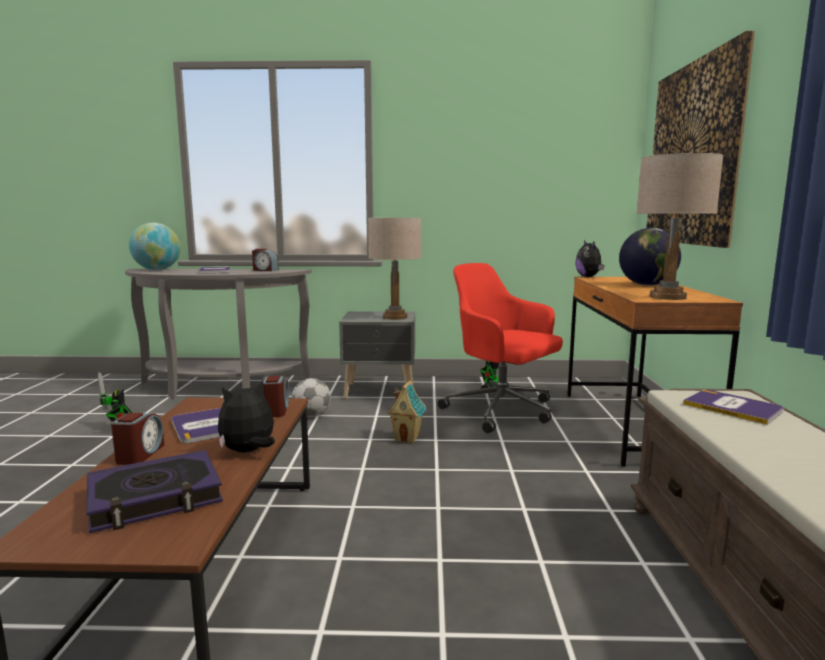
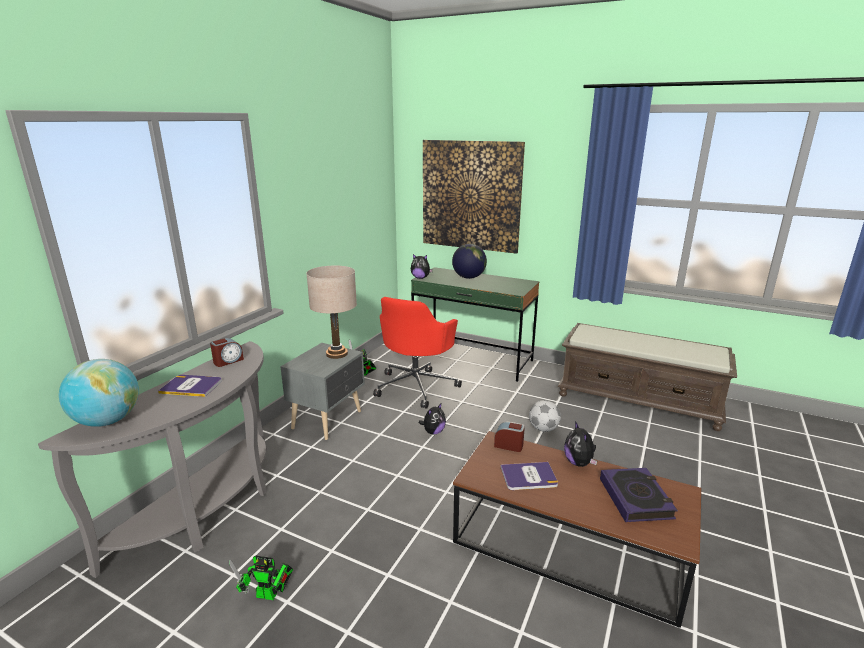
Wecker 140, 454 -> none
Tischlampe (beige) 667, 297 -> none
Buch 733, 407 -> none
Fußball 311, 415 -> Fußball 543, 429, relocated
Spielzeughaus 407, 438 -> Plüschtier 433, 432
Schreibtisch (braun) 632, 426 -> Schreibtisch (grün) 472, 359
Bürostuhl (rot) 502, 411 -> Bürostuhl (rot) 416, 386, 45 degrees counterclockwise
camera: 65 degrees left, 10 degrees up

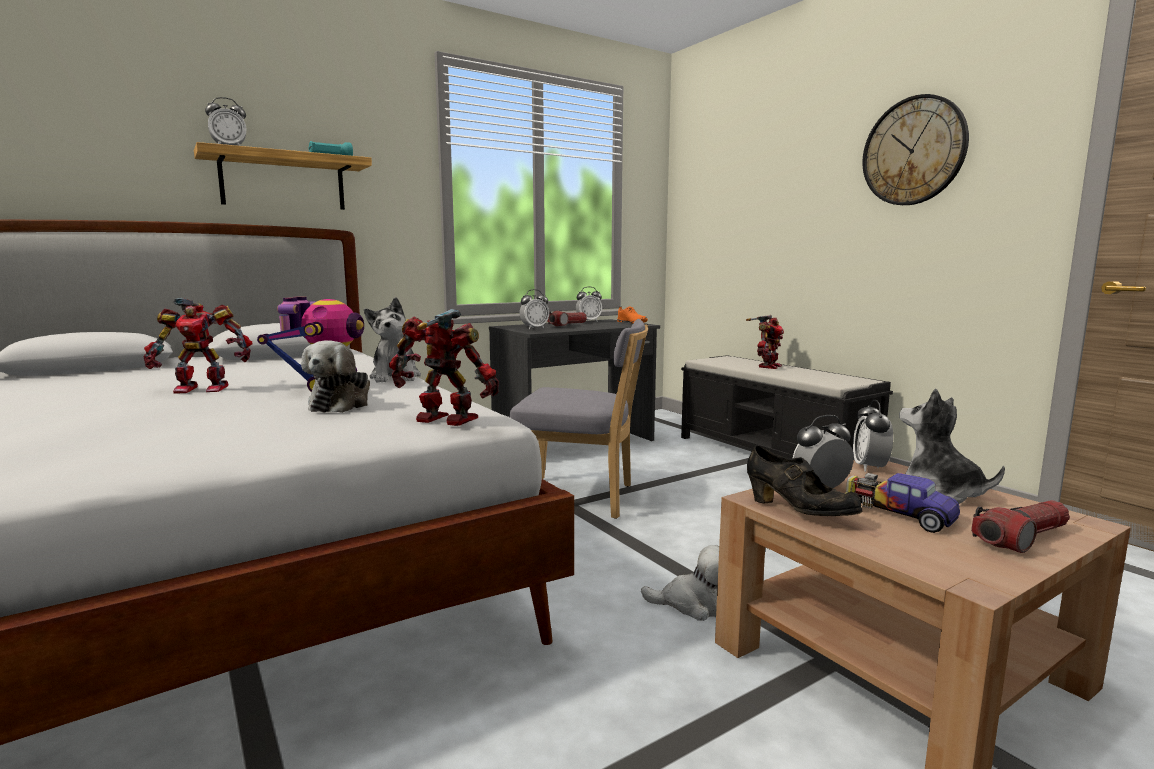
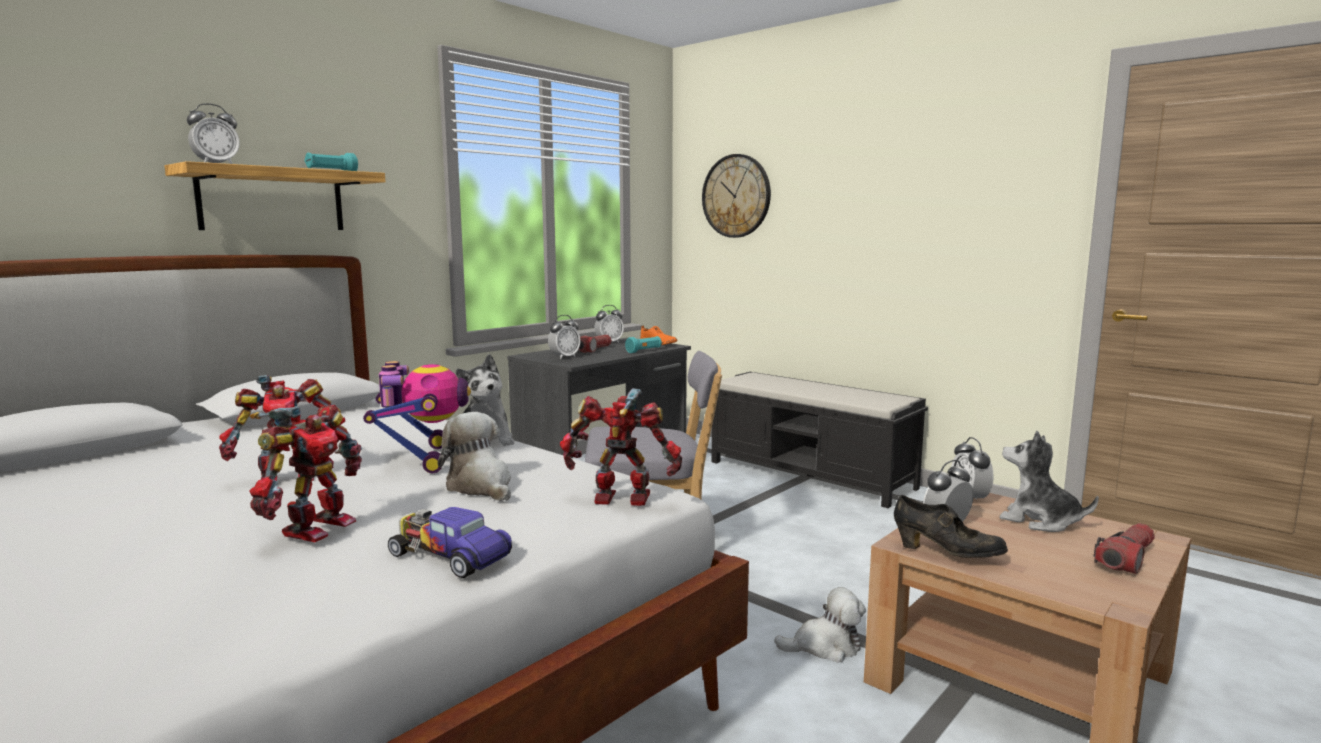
none -> Taschenlampe (türkis) 644, 351
Spielzeugroboter 767, 366 -> Spielzeugroboter 315, 527, relocated
Spielzeugauto 897, 514 -> Spielzeugauto 449, 556, relocated
Wanduhr 913, 151 -> Wanduhr 736, 196, relocated
Plüschtier 341, 404 -> Plüschtier 481, 486, 150 degrees clockwise
camera: 15 degrees left, 0 degrees up

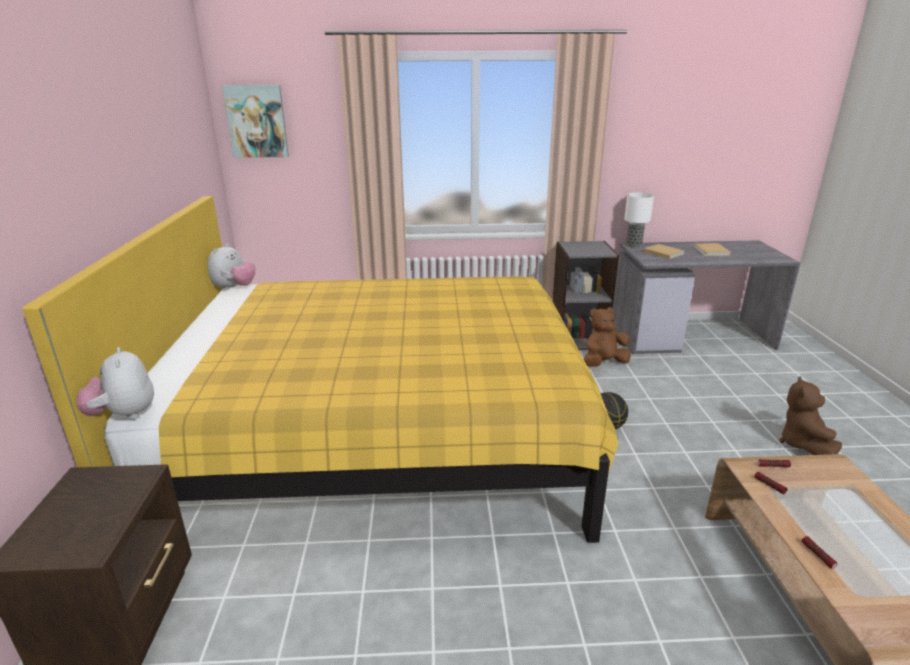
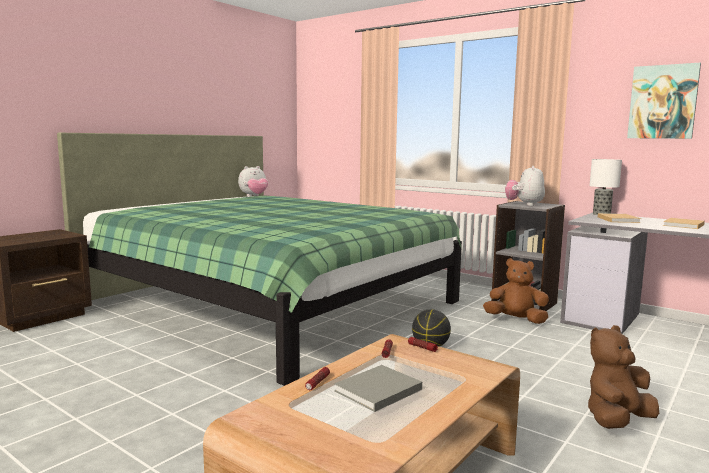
none -> Buch (grau) 376, 391
Plüschtier 123, 415 -> Plüschtier 524, 205, relocated
Bild 257, 121 -> Bild 663, 102, relocated
Bett (gelb) 377, 433 -> Bett (grün) 269, 302
camera: 40 degrees right, 15 degrees down

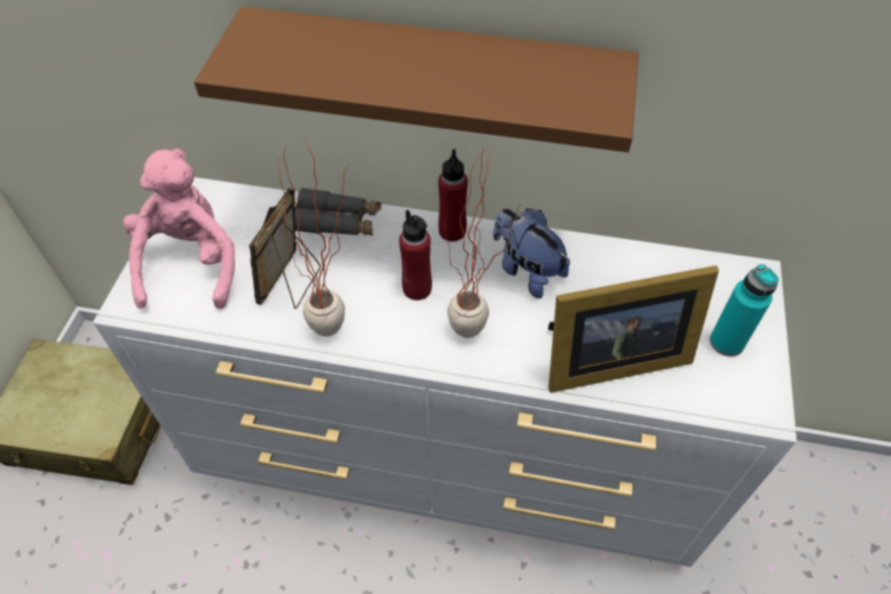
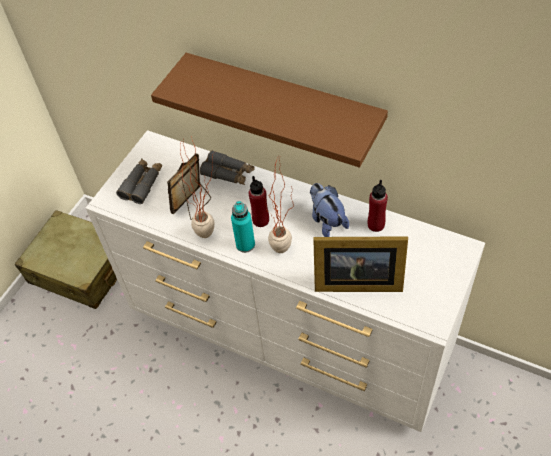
Flasche (rot) 452, 231 -> Flasche (rot) 376, 225, relocated
Flasche (türkis) 726, 342 -> Flasche (türkis) 245, 245, relocated
Plüschtier (rosa) 191, 264 -> Fernglas (grau) 142, 184
camera: 20 degrees right, 0 degrees up

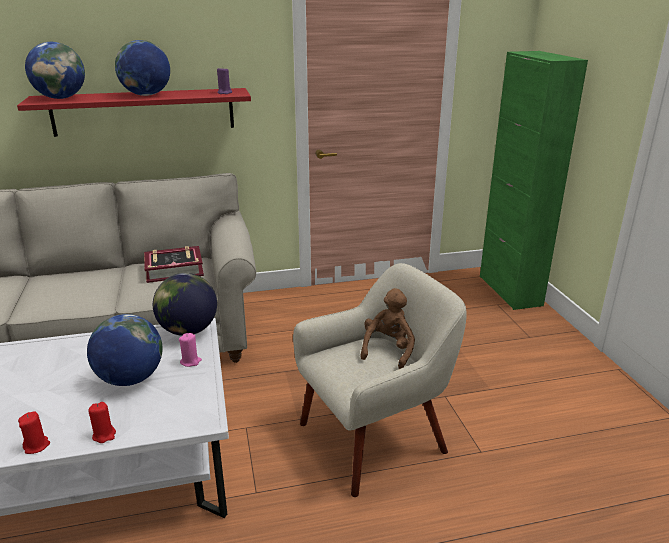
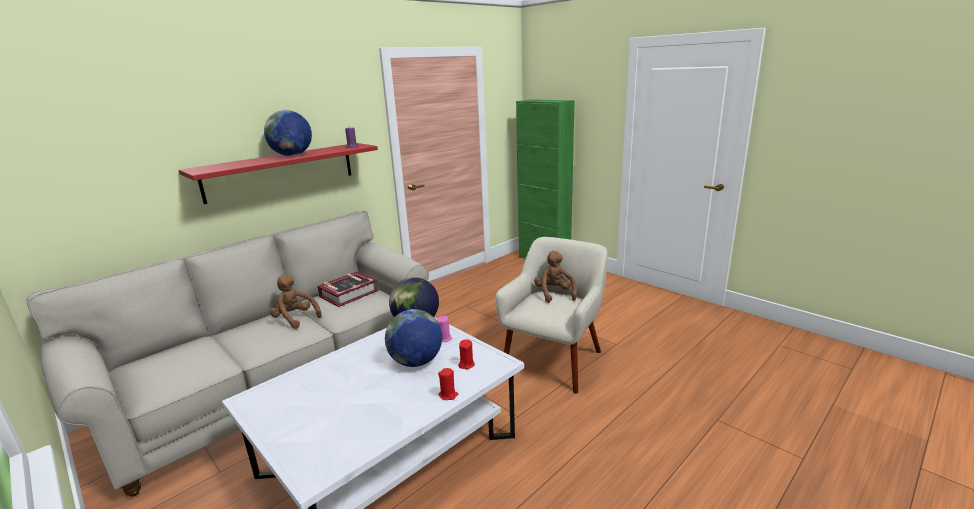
Globus 61, 98 -> none
none -> Plüschtier (braun) 295, 319
Kerze (rot) 37, 446 -> Kerze (rot) 466, 364, relocated
camera: 30 degrees left, 5 degrees down

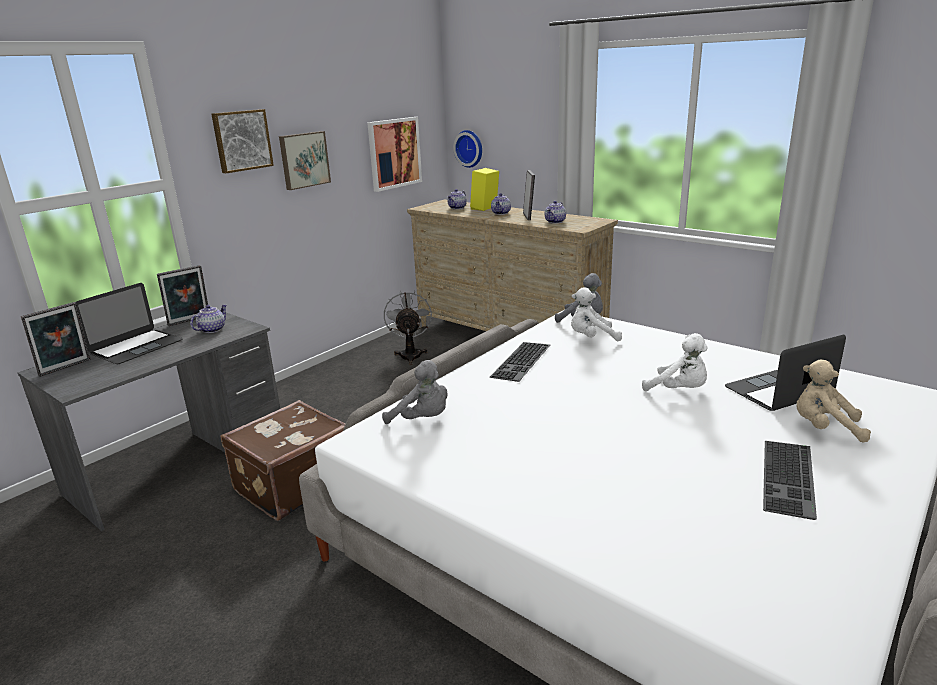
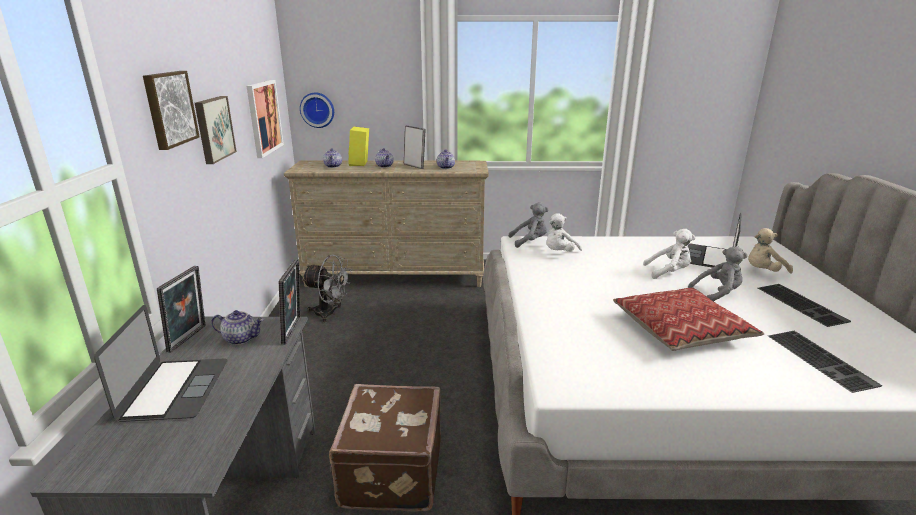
none -> Kissen 681, 329
Bilderrahmen 66, 368 -> Bilderrahmen 294, 331, relocated
Plüschtier (grau) 422, 419 -> Plüschtier (grau) 717, 294, relocated
Tastatur 522, 361 -> Tastatur 822, 360, relocated
Teekanne 212, 329 -> Teekanne 241, 338, 105 degrees clockwise
Ventilator (grau) 410, 354 -> Ventilator (grau) 330, 313, 150 degrees clockwise
camera: 40 degrees left, 0 degrees up

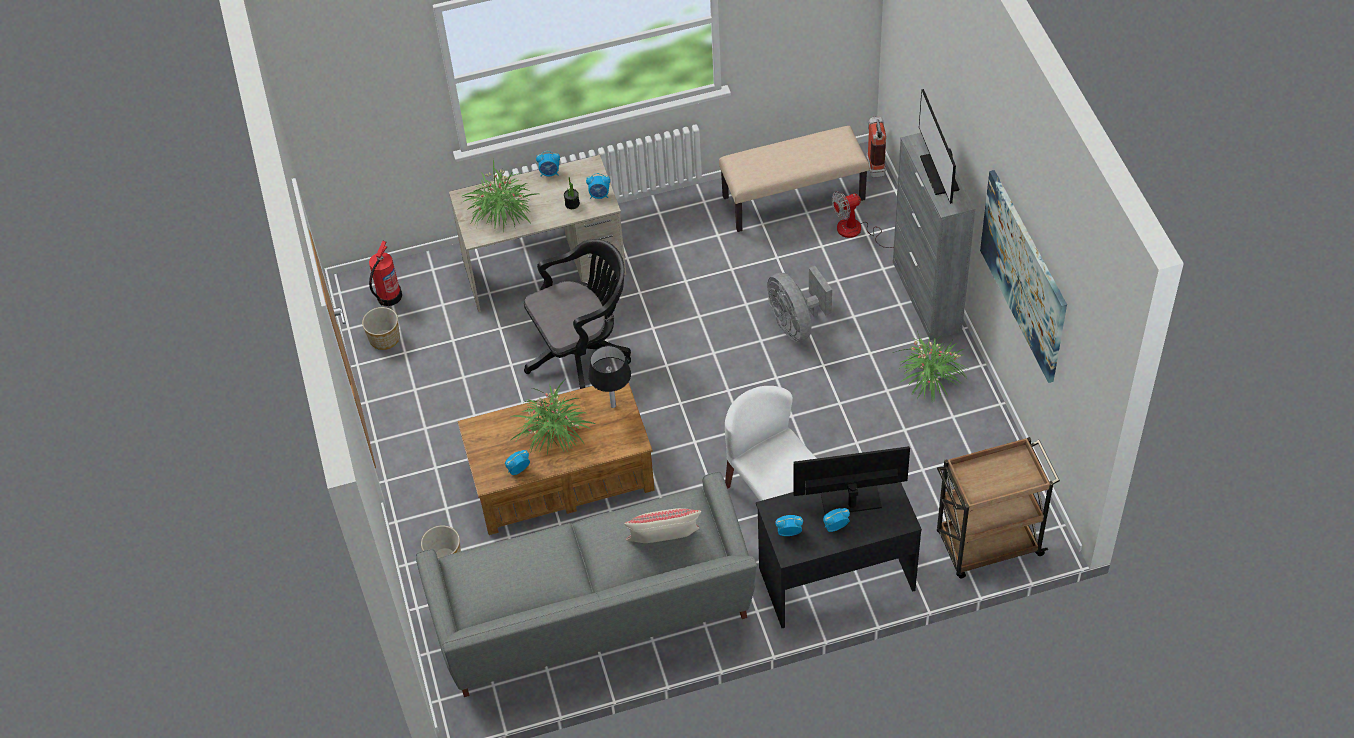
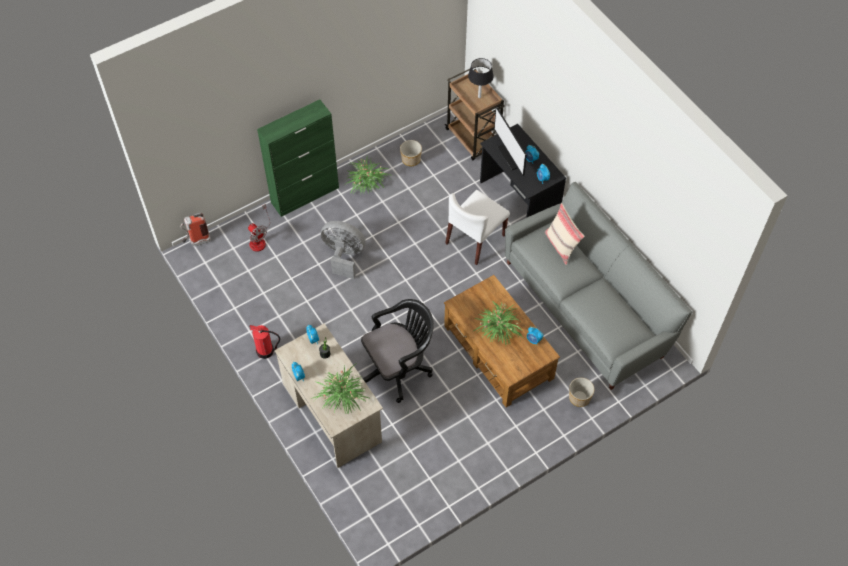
Bank (beige) 793, 197 -> none
Monitor 939, 173 -> none
Bild 1024, 275 -> none
Pflanzkübel 385, 339 -> Pflanzkübel 411, 159, relocated
Feuerlöscher 388, 297 -> Feuerlöscher 265, 351, relocated
Tischlampe (schwarz) 613, 405 -> Tischlampe (schwarz) 479, 97, relocated
Schrank (grau) 926, 297 -> Schrank (grün) 305, 195
Bürostuhl (schwarz) 582, 352 -> Bürostuhl (schwarz) 398, 368, 105 degrees clockwise
Ventilator (grau) 796, 324 -> Ventilator (grau) 344, 256, 120 degrees counterclockwise
camera: 110 degrees left, 5 degrees up

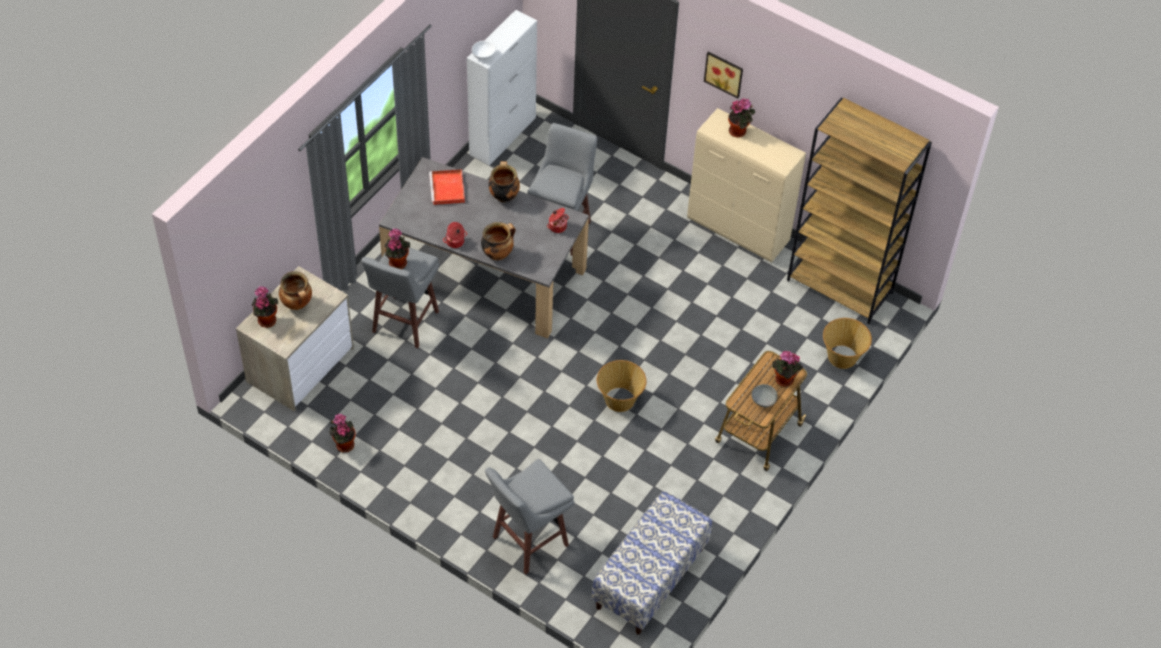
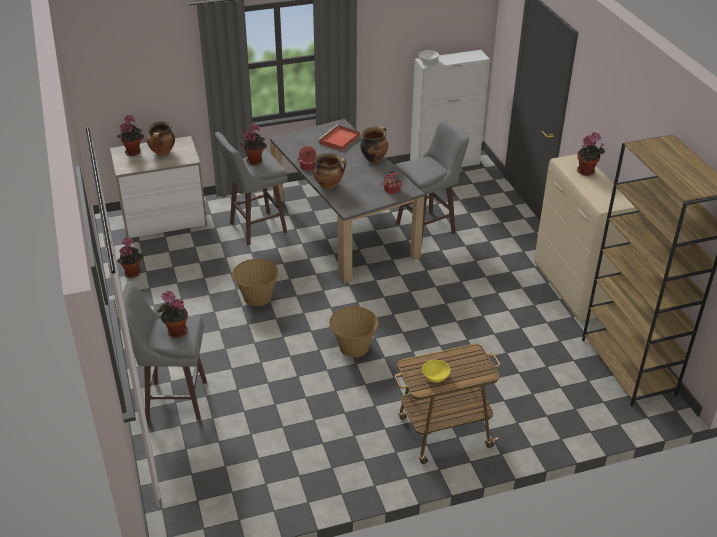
Bank 650, 578 -> none
Bild 724, 73 -> none
Topfpflanze 783, 380 -> Topfpflanze 175, 332, relocated
Korb 842, 357 -> Korb 257, 297, relocated
Schüssel (grau) 763, 400 -> Schüssel (gelb) 435, 376
camera: 40 degrees right, 15 degrees down

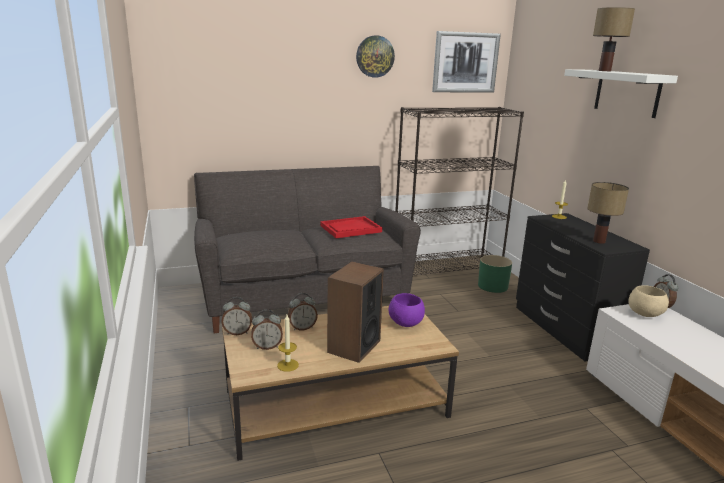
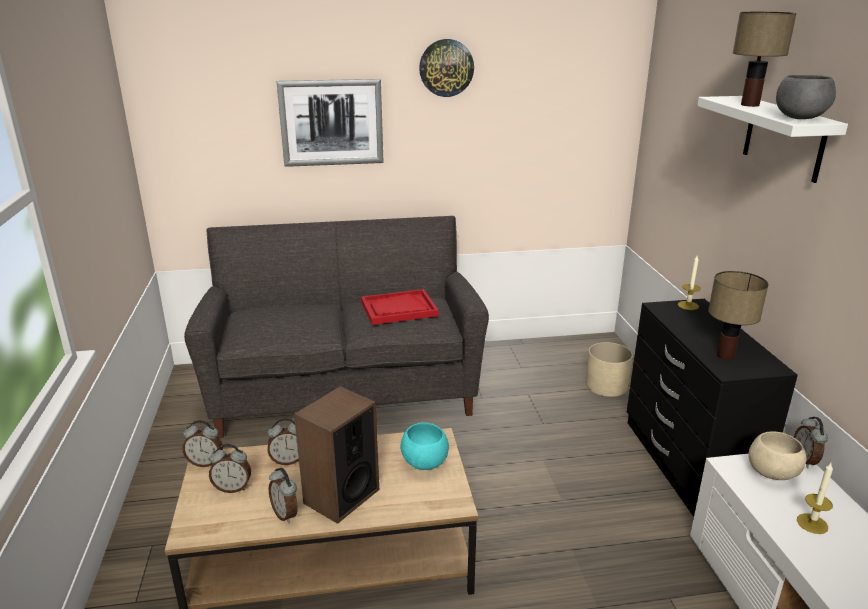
Bücherregal (schwarz) 447, 268 -> none
none -> Wecker 286, 514
none -> Schüssel (grau) 800, 118
Kerze 288, 365 -> Kerze 812, 523, relocated
Bild 465, 62 -> Bild 331, 122, relocated
Schüssel (lila) 405, 324 -> Schüssel (türkis) 424, 463
Pflanzkübel (grün) 493, 286 -> Pflanzkübel (beige) 606, 385
camera: 10 degrees right, 5 degrees up

